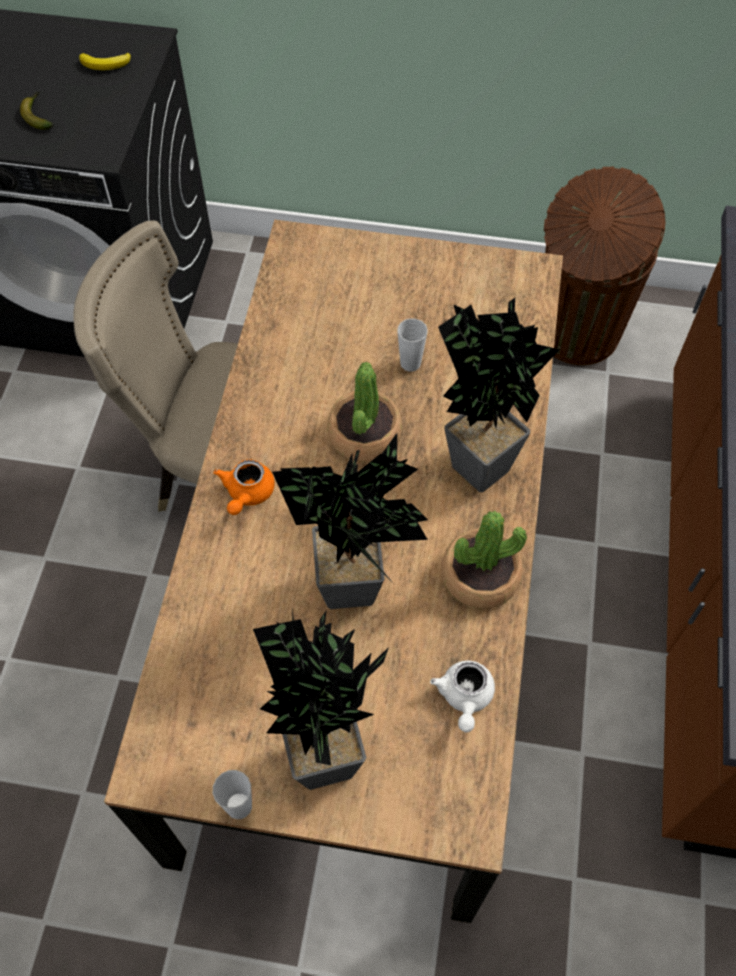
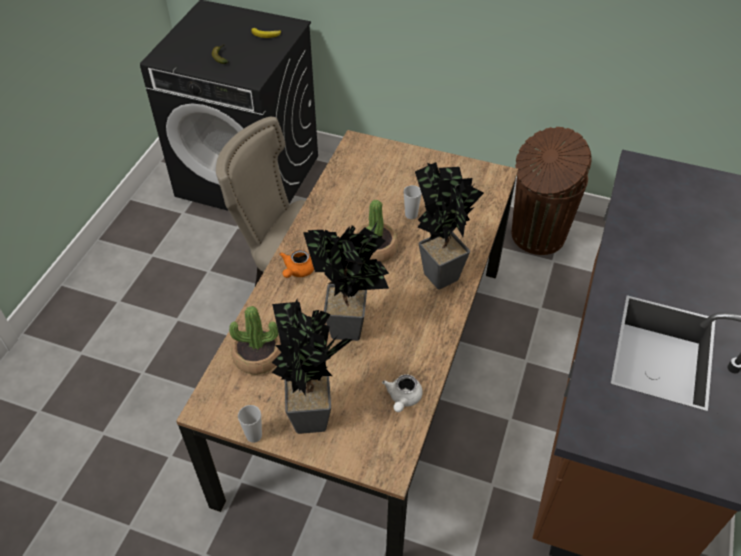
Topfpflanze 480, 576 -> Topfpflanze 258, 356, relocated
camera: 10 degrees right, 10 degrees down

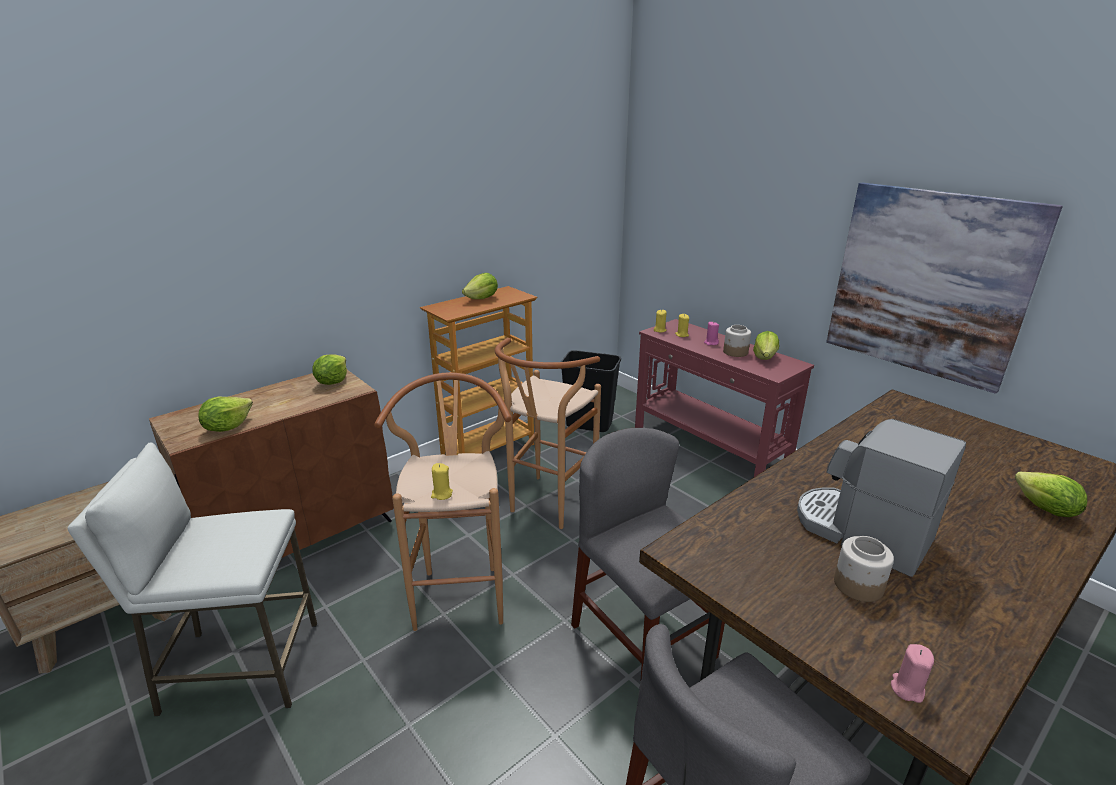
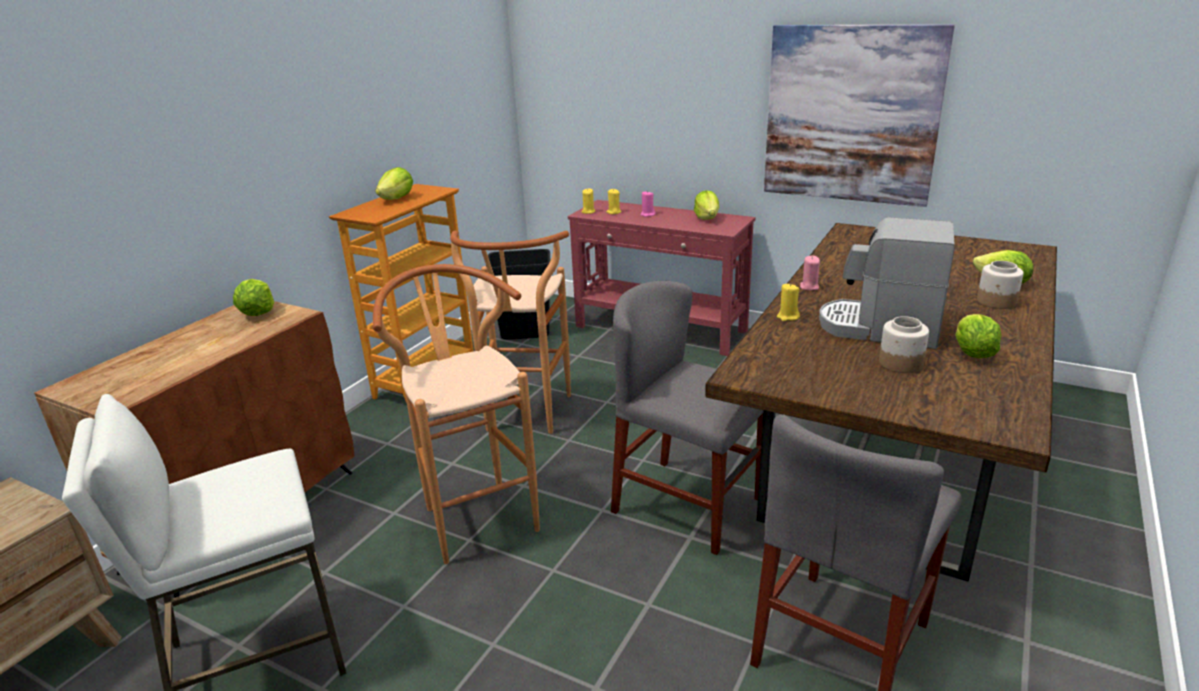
Salatkopf 227, 427 -> Salatkopf 972, 353, relocated
Kerze (gelb) 441, 494 -> Kerze (gelb) 787, 317, relocated
Vorratsglas 735, 352 -> Vorratsglas 996, 302, relocated
Kerze (rosa) 907, 688 -> Kerze (rosa) 809, 287, relocated
camera: 20 degrees left, 0 degrees up

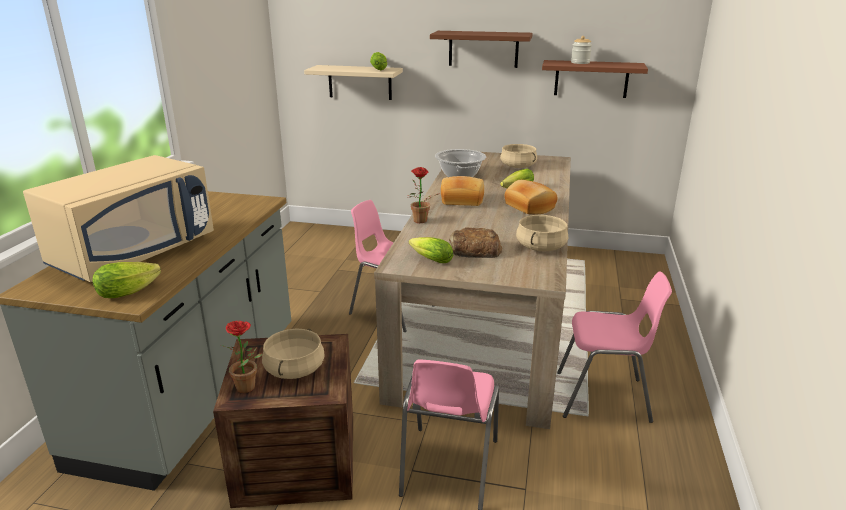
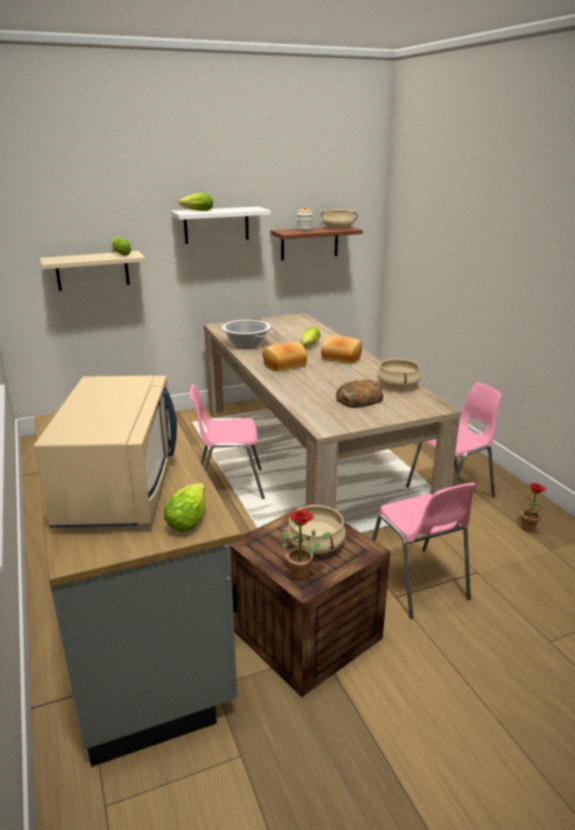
Topfpflanze 420, 222 -> Topfpflanze 530, 529, relocated
Salatkopf 429, 259 -> Salatkopf 196, 211, relocated
Kochtopf (beige) 518, 166 -> Kochtopf (beige) 338, 228, relocated
Wandregal (braun) 483, 49 -> Wandregal (weiß) 216, 225
camera: 35 degrees left, 0 degrees up

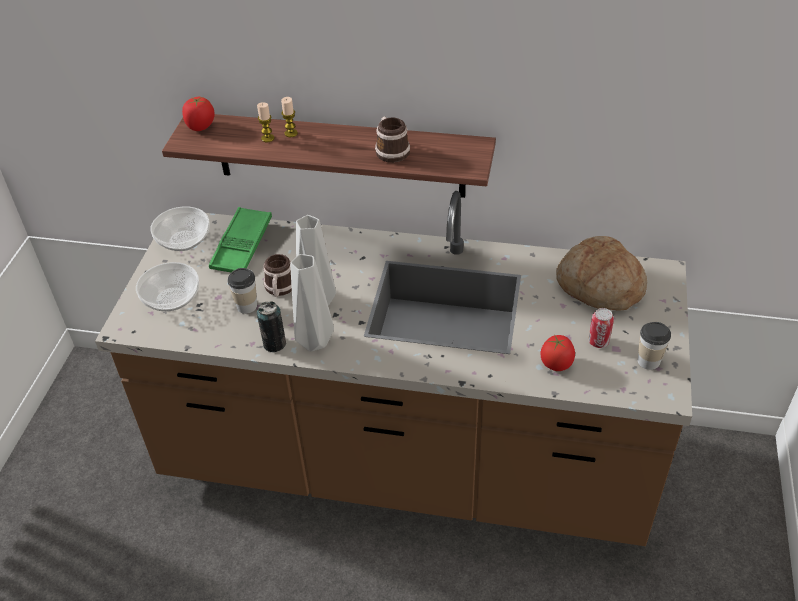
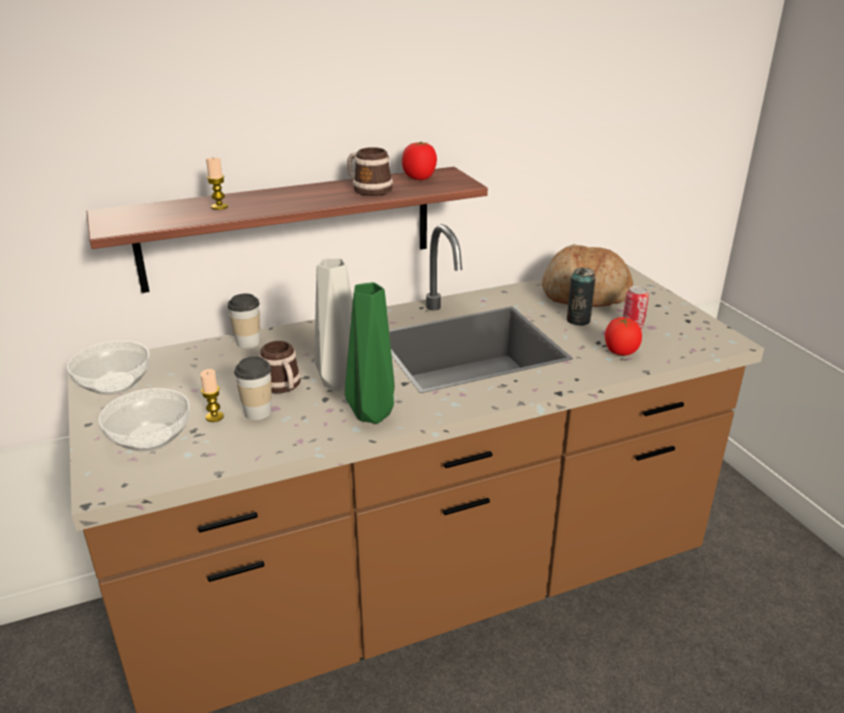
Tablett (grün) 242, 245 -> none
Tomate 200, 126 -> Tomate 419, 178, relocated
Dose 274, 344 -> Dose 578, 320, relocated
Kerze 291, 133 -> Kerze 214, 417, relocated
Tasse 648, 361 -> Tasse 248, 342, relocated
Vase (grau) 313, 343 -> Vase (grün) 371, 416
camera: 35 degrees left, 15 degrees down

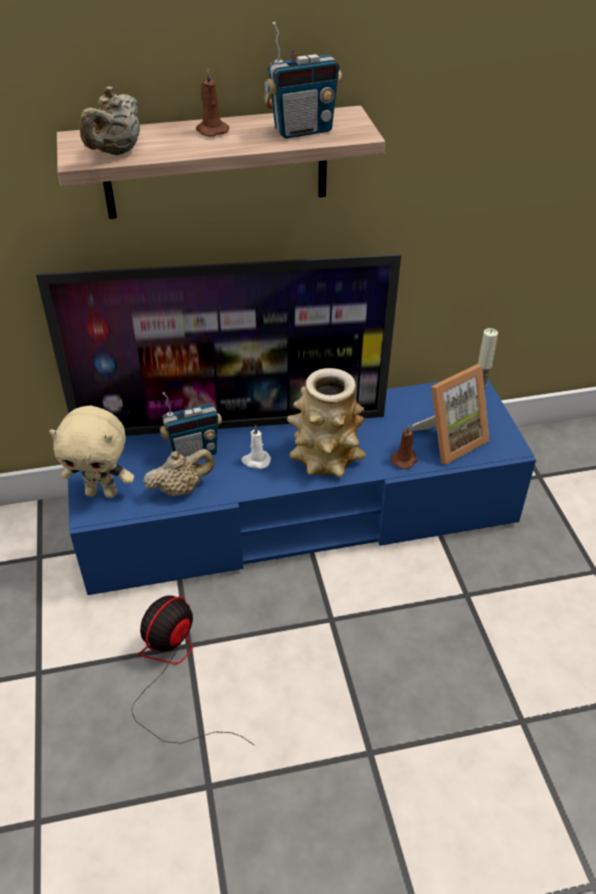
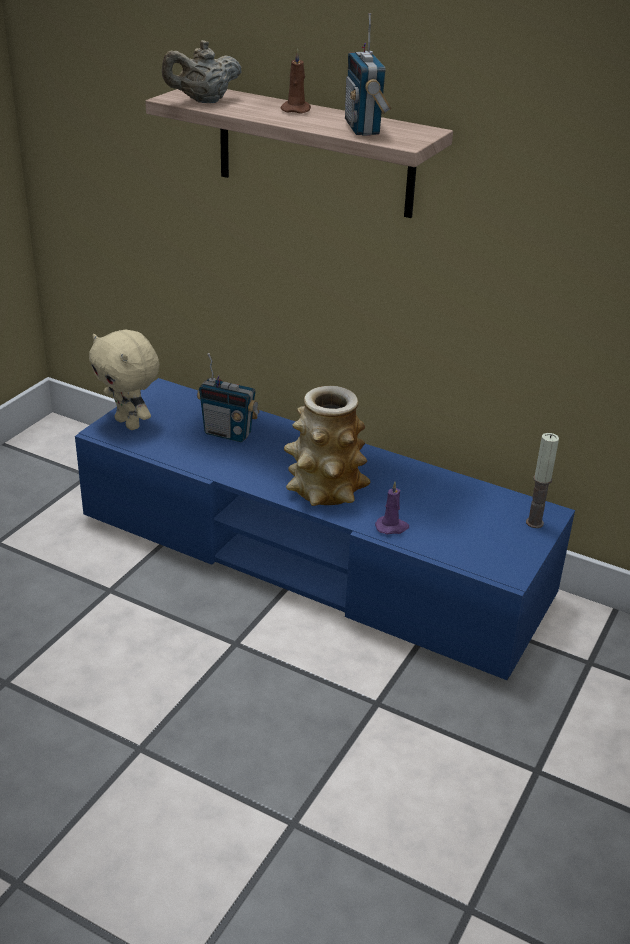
Fernseher 232, 424 -> none
Ventilator 173, 672 -> none
Teekanne (beige) 181, 489 -> none
Kerze (weiß) 256, 461 -> none
Bilderrahmen 449, 440 -> none
Kerze (braun) 404, 459 -> Kerze (lila) 392, 527
Radio 302, 130 -> Radio 363, 128, 60 degrees clockwise
camera: 40 degrees right, 10 degrees down

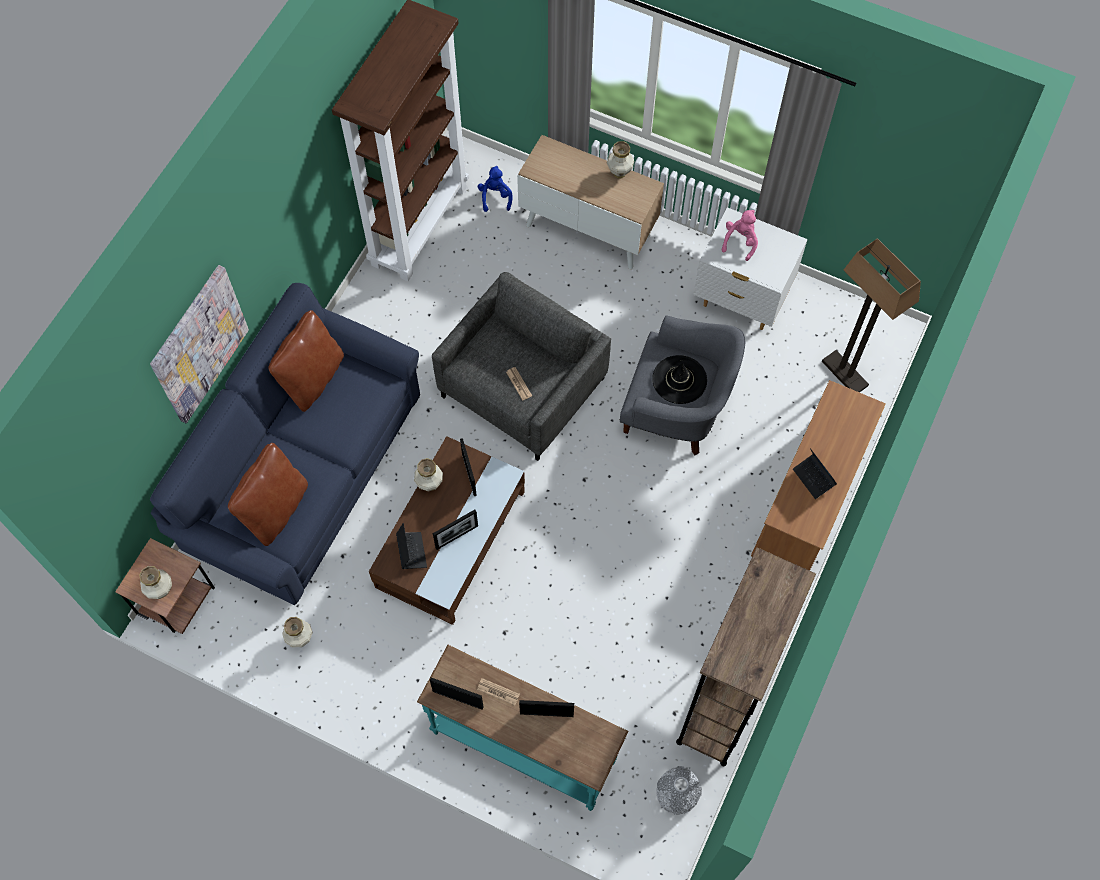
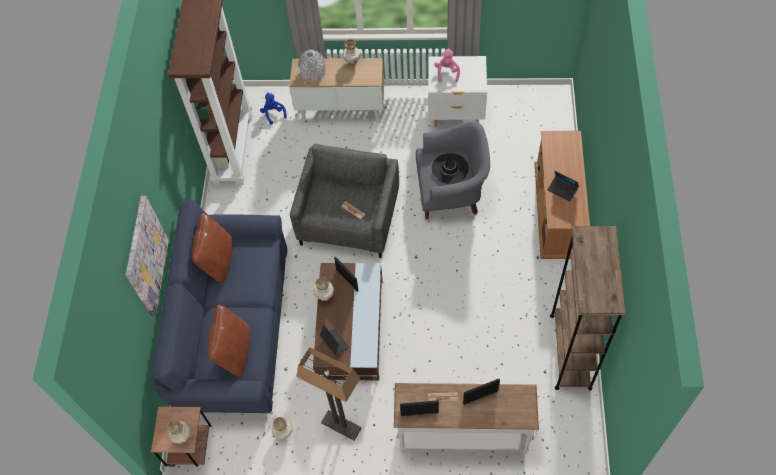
Bilderrahmen 456, 537 -> none
Vase (grau) 677, 793 -> Vase (grau) 313, 72, relocated
Stehlampe 844, 373 -> Stehlampe 340, 426, relocated
Konsolentisch (türkis) 524, 746 -> Konsolentisch (weiß) 463, 434
camera: 20 degrees left, 5 degrees down

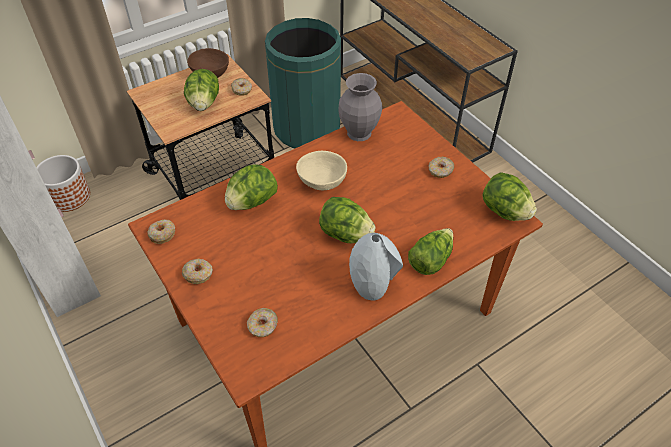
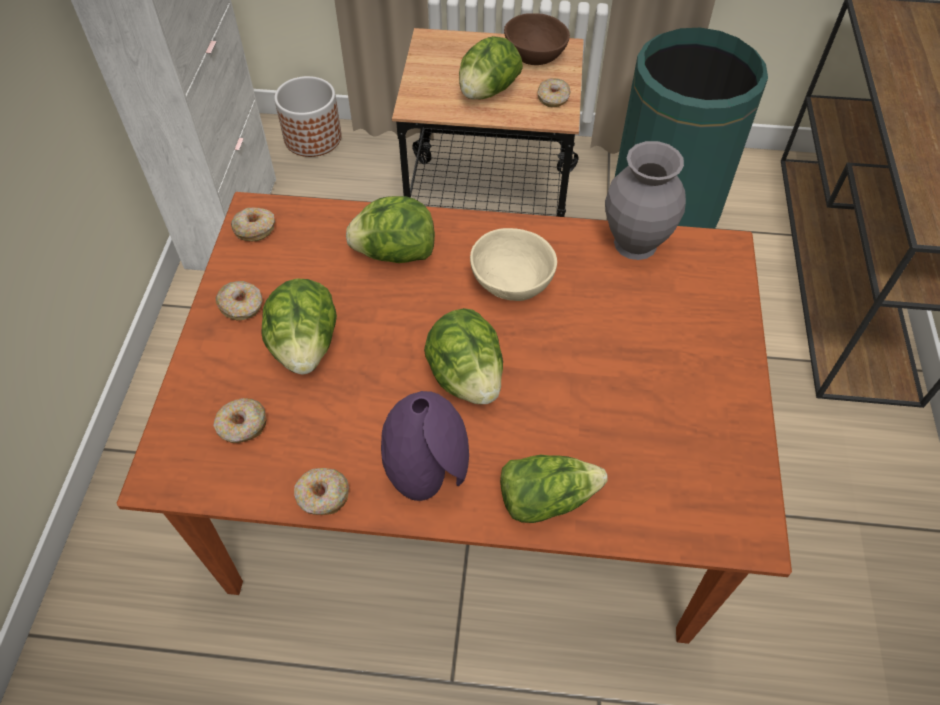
Donut 440, 171 -> Donut 322, 496, relocated
Salatkopf 504, 211 -> Salatkopf 305, 346, relocated
Vase (grau) 373, 284 -> Vase (lila) 429, 474
camera: 40 degrees right, 5 degrees up

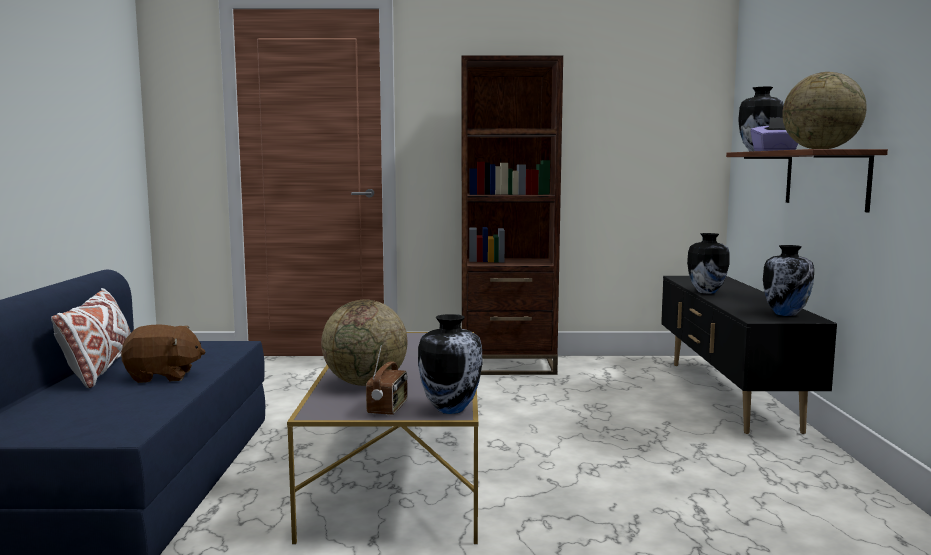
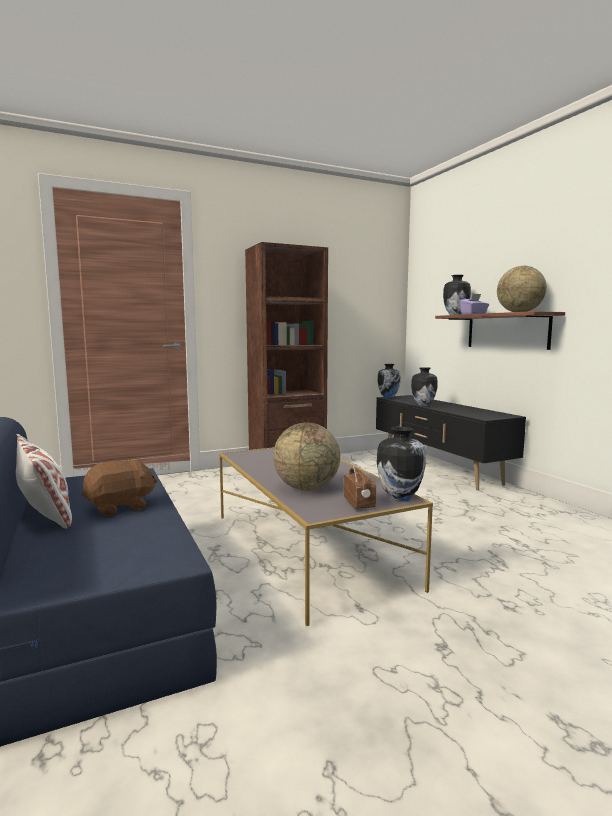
Vase 786, 314 -> Vase 388, 397, relocated
camera: 25 degrees left, 0 degrees up

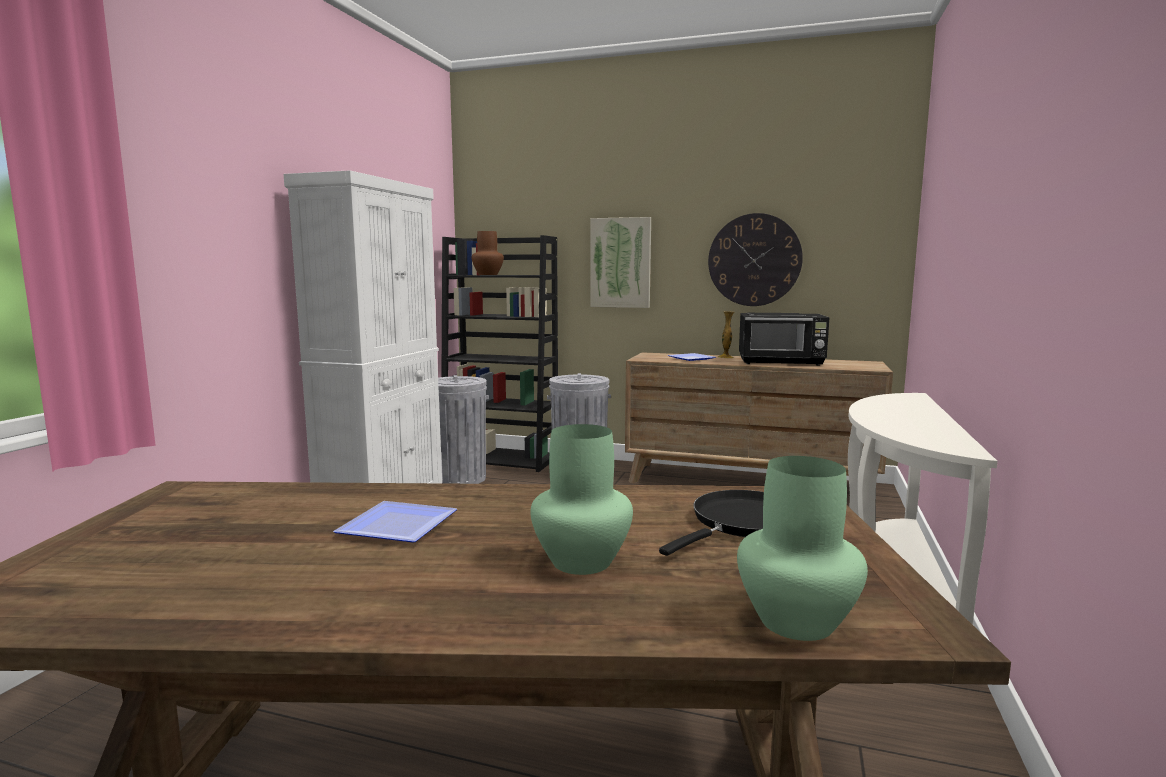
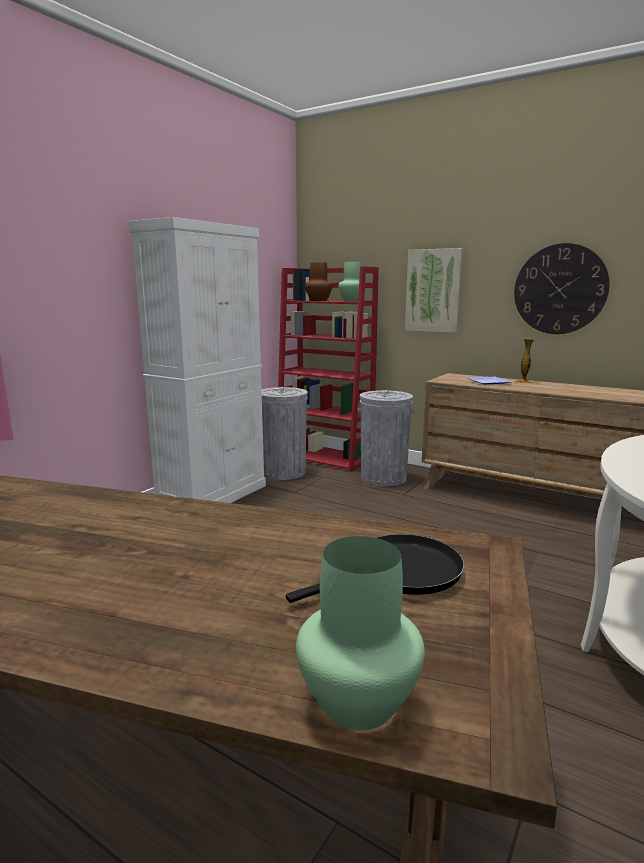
Teller 393, 527 -> none
Mikrowelle (schwarz) 781, 362 -> none
Vase (grün) 580, 562 -> Vase (grün) 351, 301, relocated
Bücherregal (schwarz) 502, 459 -> Bücherregal (rot) 325, 457
camera: 15 degrees right, 5 degrees up

